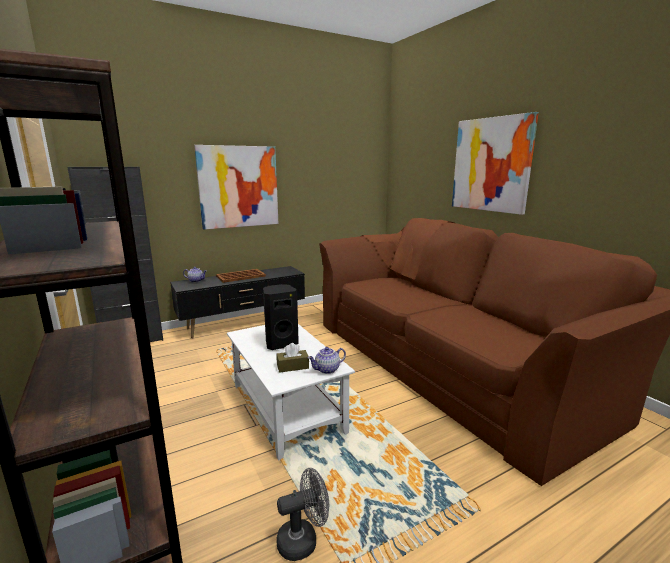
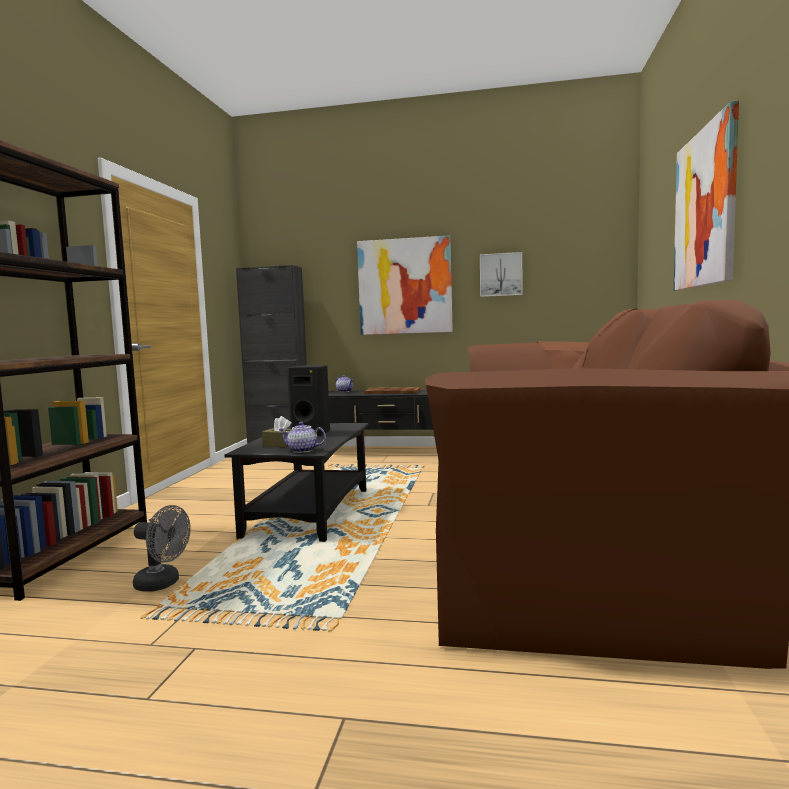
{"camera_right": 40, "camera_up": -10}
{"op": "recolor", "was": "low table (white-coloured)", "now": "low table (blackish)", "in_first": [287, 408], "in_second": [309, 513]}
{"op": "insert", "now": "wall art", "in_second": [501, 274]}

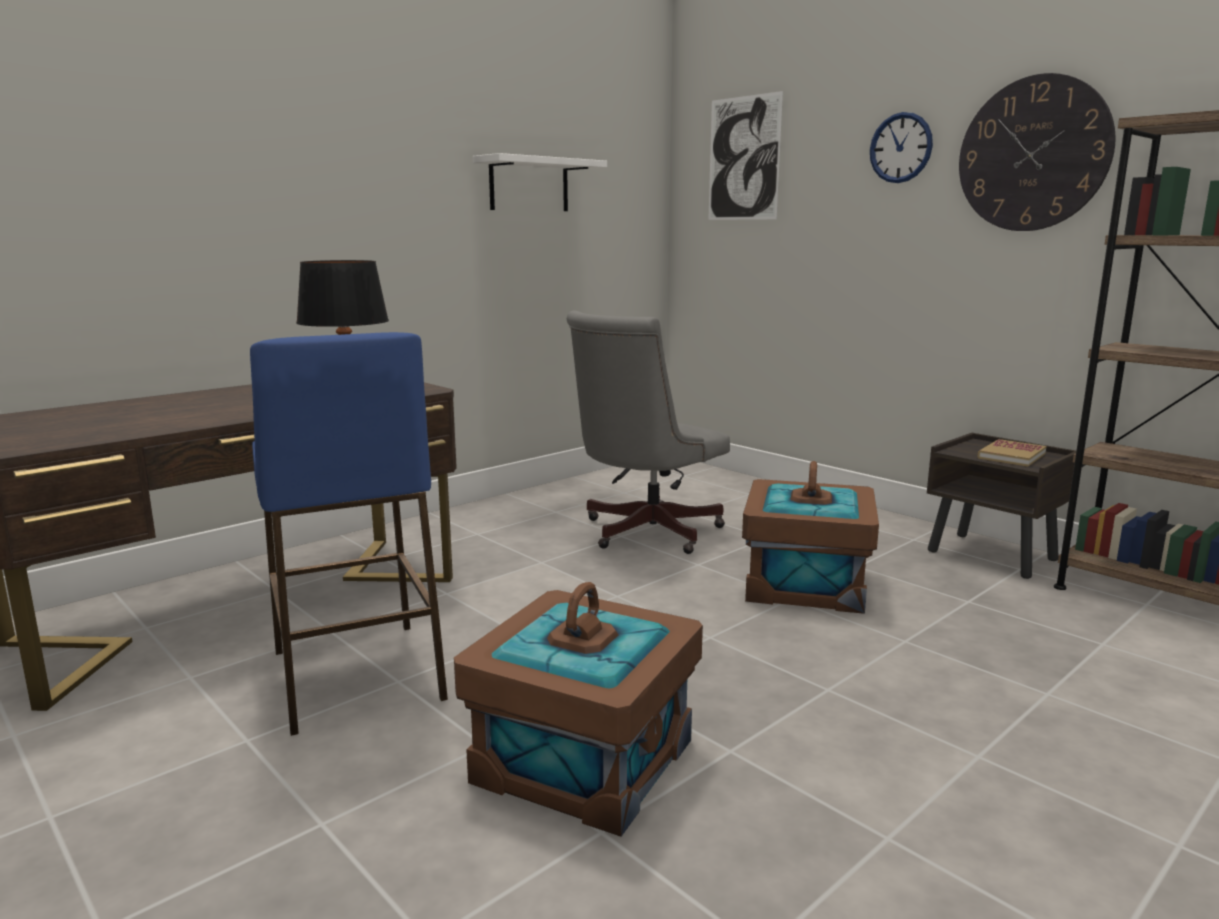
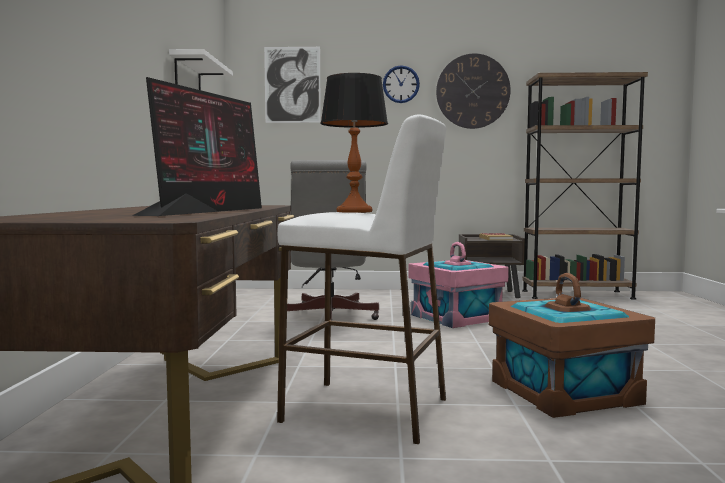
{"camera_right": -45, "camera_up": -10}
{"op": "recolor", "was": "stool (blue)", "now": "stool (white-coloured)", "in_first": [357, 675], "in_second": [367, 410]}
{"op": "recolor", "was": "storage box (brown-coloured)", "now": "storage box (pinkish)", "in_first": [806, 585], "in_second": [457, 317]}
{"op": "insert", "now": "monitor", "in_second": [210, 211]}

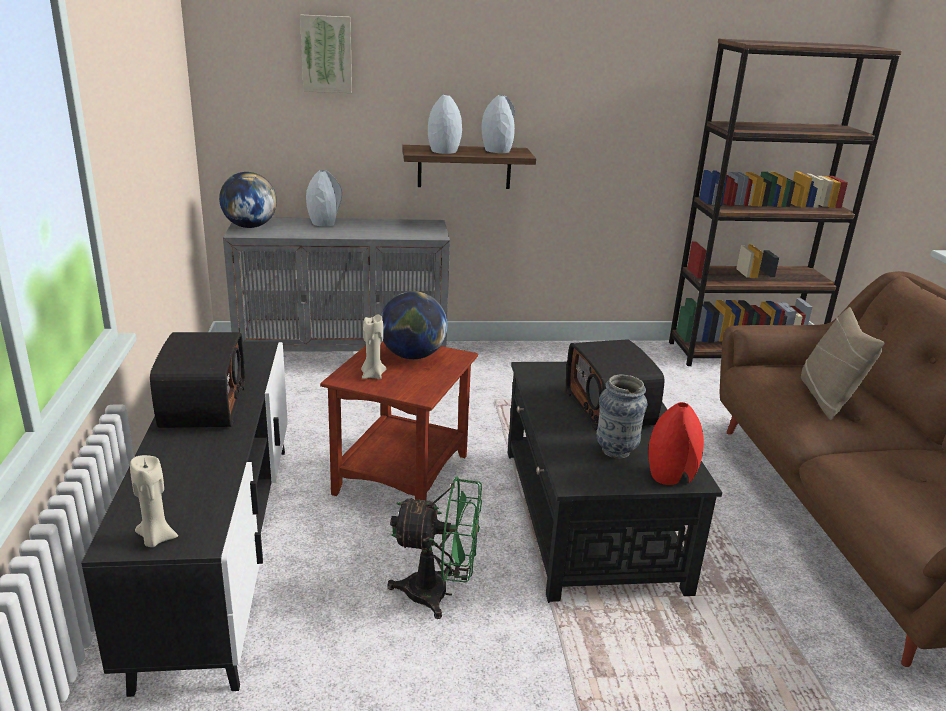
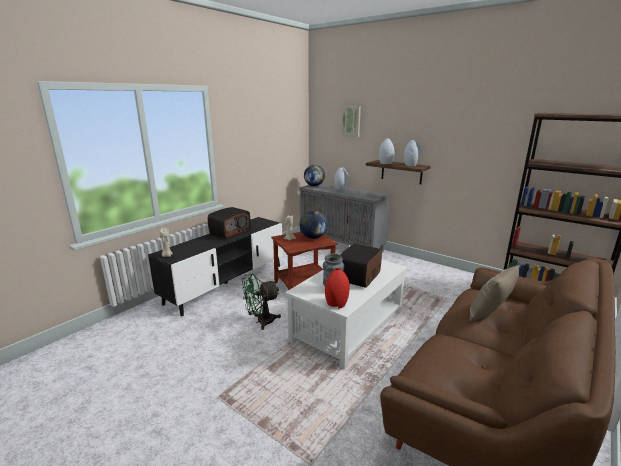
{"camera_right": 45, "camera_up": -5}
{"op": "recolor", "was": "low table (blackish)", "now": "low table (white-coloured)", "in_first": [589, 516], "in_second": [347, 326]}
{"op": "rotate", "was": "cooling fan (green-coloured)", "in_first": [438, 594], "in_second": [261, 321], "clockwise": 105}

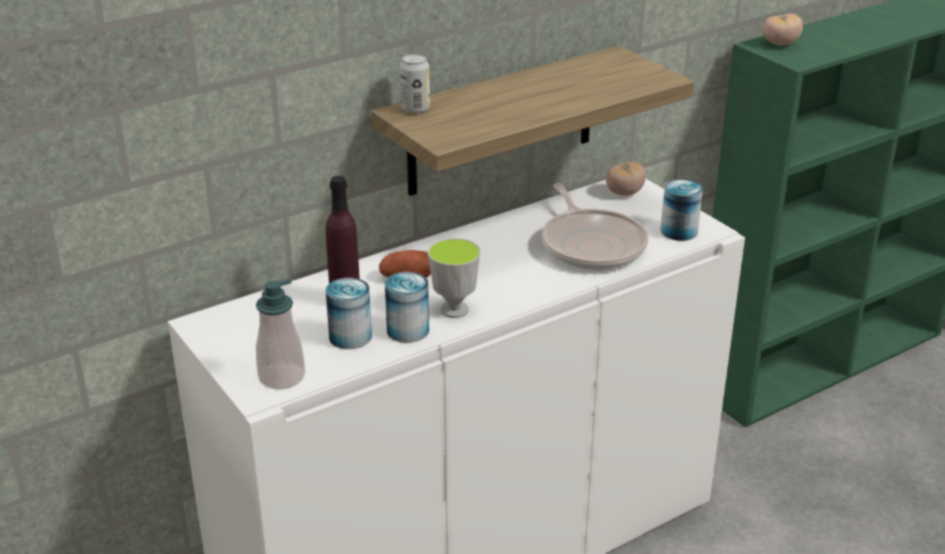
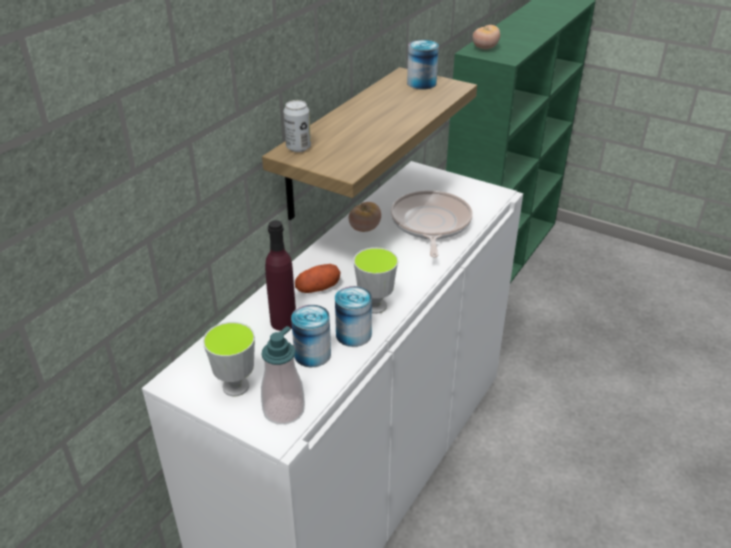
{"camera_right": -25, "camera_up": 5}
{"op": "move", "was": "whole tomato", "in_first": [624, 193], "in_second": [364, 229]}
{"op": "move", "was": "can", "in_first": [679, 231], "in_second": [421, 83]}
{"op": "rotate", "was": "pan", "in_first": [592, 244], "in_second": [430, 224], "clockwise": -135}
{"op": "insert", "now": "drinking cup", "in_second": [236, 386]}

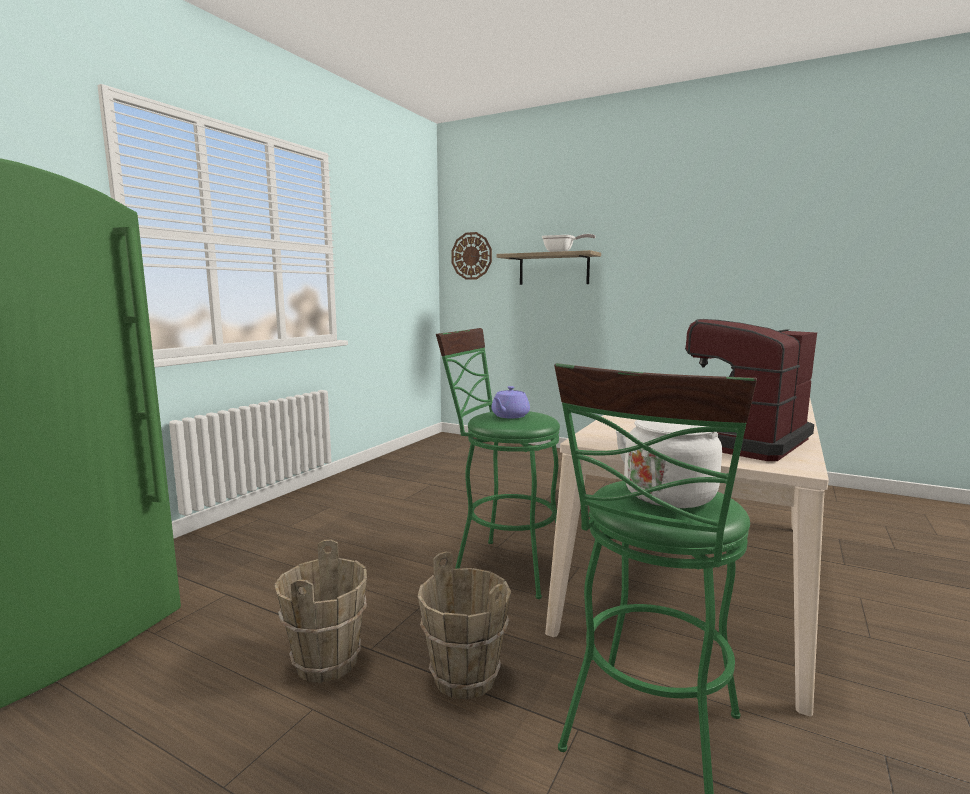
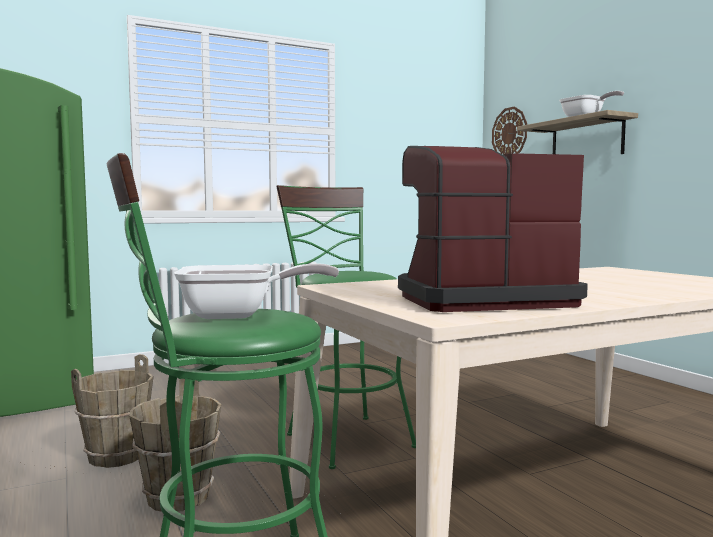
{"camera_right": 35, "camera_up": -5}
{"op": "delete", "was": "pot for tea (purple-coloured)", "in_first": [509, 416]}
{"op": "replace", "was": "tea kettle (white-coloured)", "now": "pan", "in_first": [671, 495], "in_second": [239, 315]}

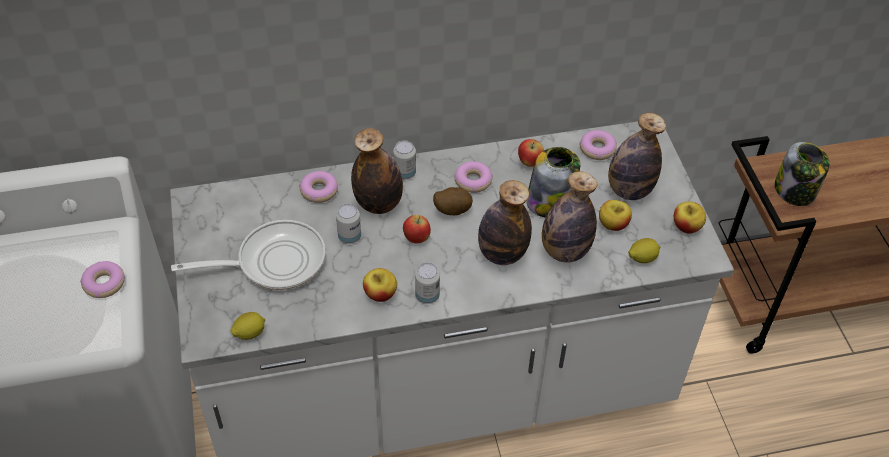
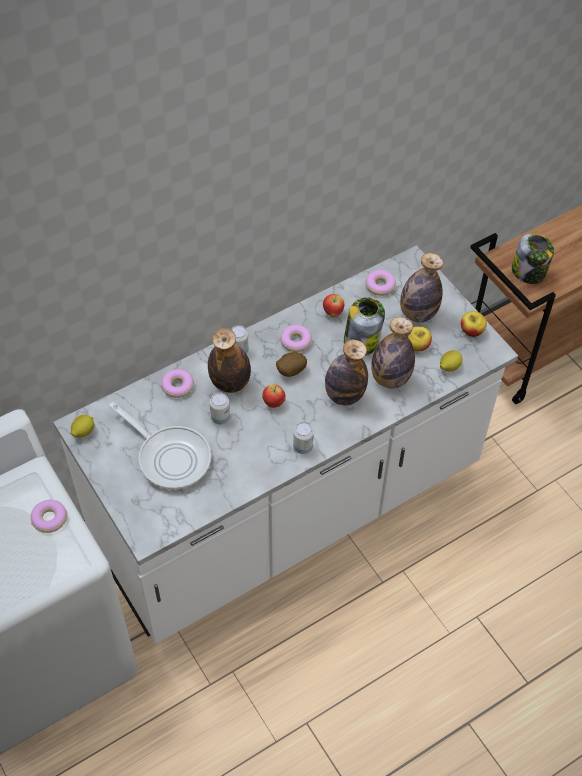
{"camera_right": -20, "camera_up": 5}
{"op": "rotate", "was": "pan", "in_first": [273, 262], "in_second": [170, 457], "clockwise": 75}
{"op": "delete", "was": "whole apple", "in_first": [380, 294]}
{"op": "move", "was": "whole lemon", "in_first": [249, 333], "in_second": [83, 431]}

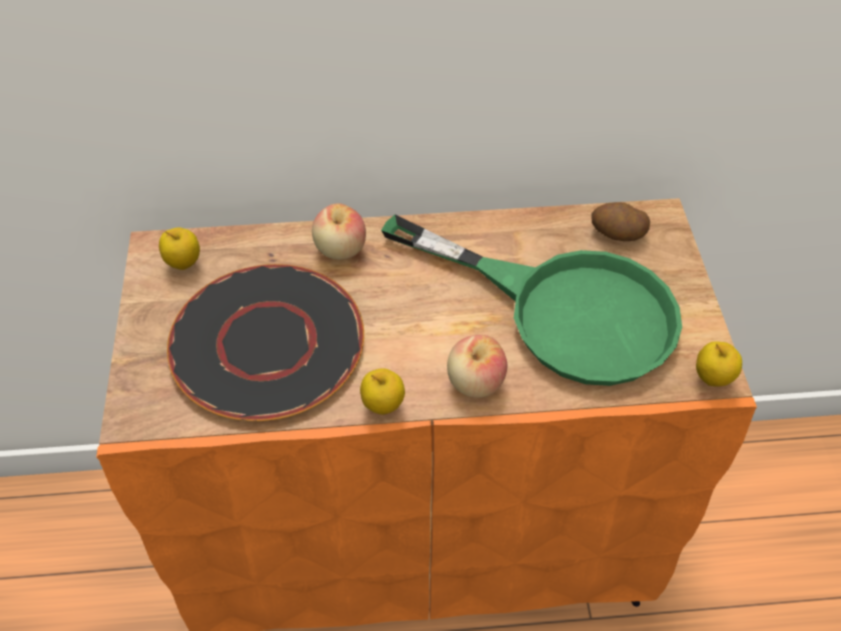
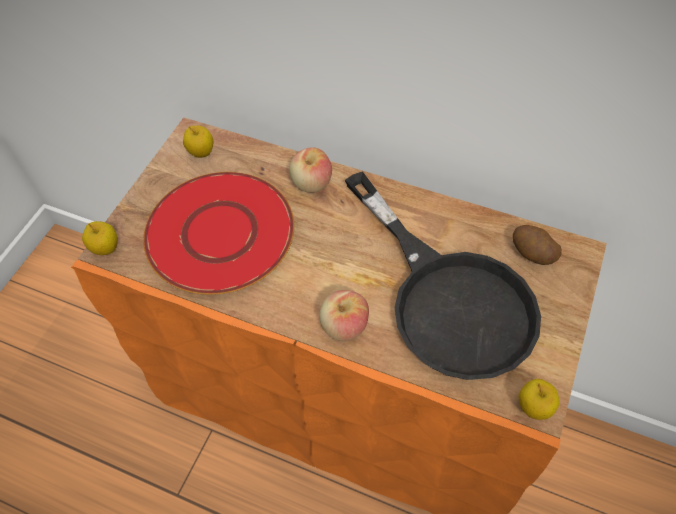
{"camera_right": 30, "camera_up": 5}
{"op": "recolor", "was": "pan (green-coloured)", "now": "pan (blackish)", "in_first": [563, 309], "in_second": [447, 297]}
{"op": "recolor", "was": "dinner plate (blackish)", "now": "dinner plate (red)", "in_first": [266, 343], "in_second": [219, 233]}
{"op": "move", "was": "whole apple", "in_first": [383, 406], "in_second": [106, 250]}

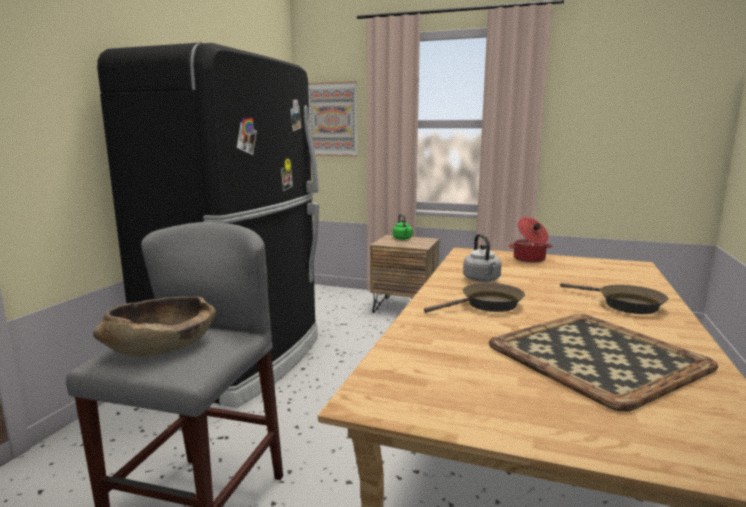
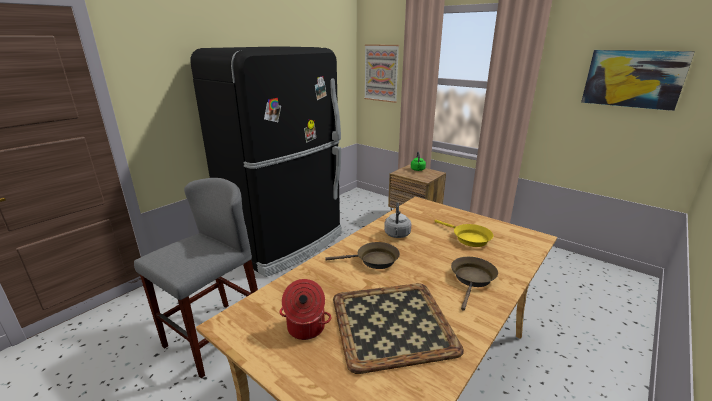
{"camera_right": 20, "camera_up": 10}
{"op": "move", "was": "cooking pot", "in_first": [529, 259], "in_second": [305, 328]}
{"op": "rotate", "was": "pan (brown-coloured)", "in_first": [624, 304], "in_second": [472, 279], "clockwise": -135}
{"op": "delete", "was": "deep dish (brown-coloured)", "in_first": [161, 347]}
{"op": "insert", "now": "wall art", "in_second": [633, 79]}
{"op": "insert", "now": "pan (yellow)", "in_second": [468, 238]}

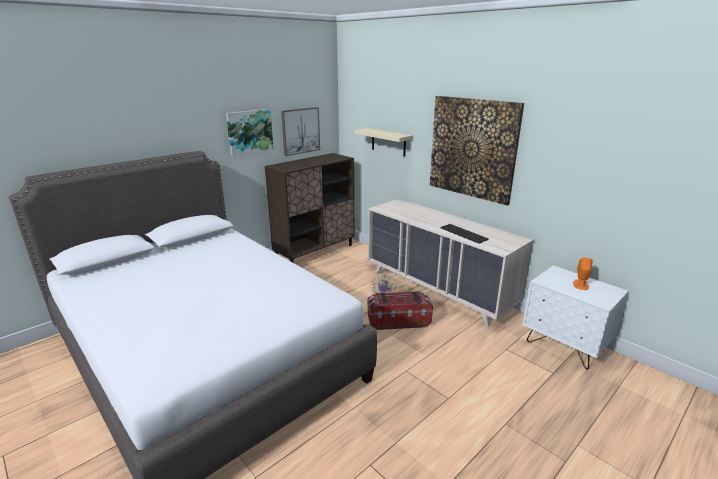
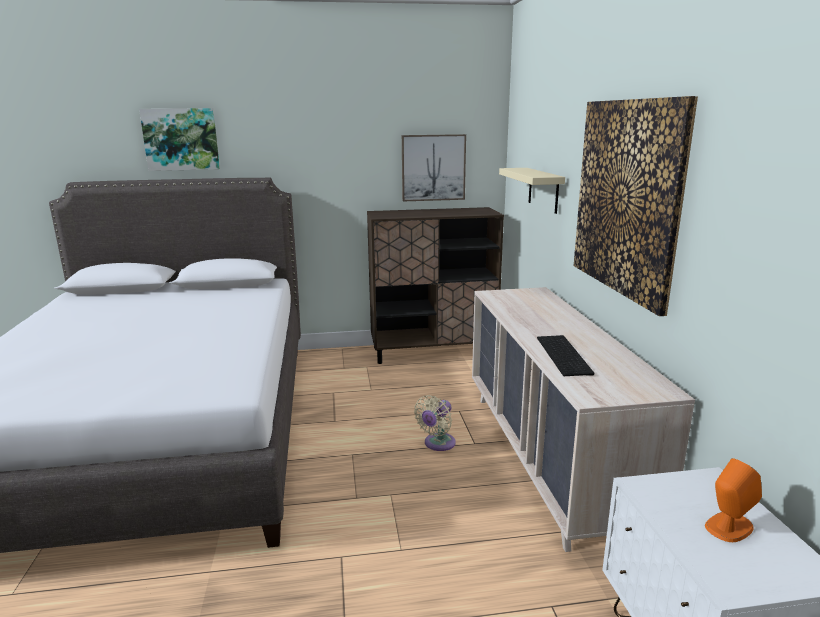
{"camera_right": 35, "camera_up": -5}
{"op": "move", "was": "wall art", "in_first": [249, 131], "in_second": [181, 139]}
{"op": "delete", "was": "storage box", "in_first": [398, 321]}

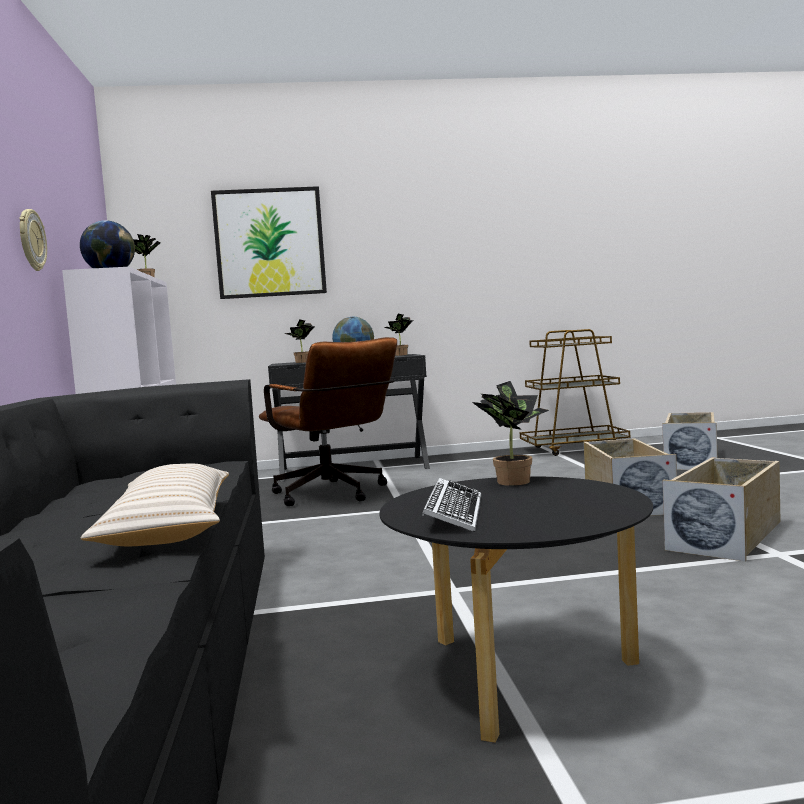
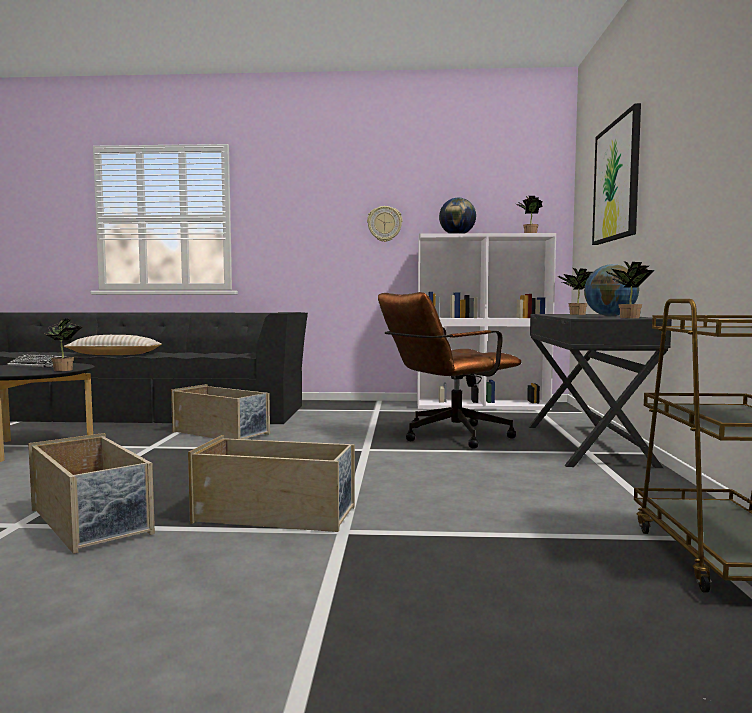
{"camera_right": 100, "camera_up": 0}
{"op": "move", "was": "storage box (sand-coloured)", "in_first": [691, 460], "in_second": [222, 433]}

